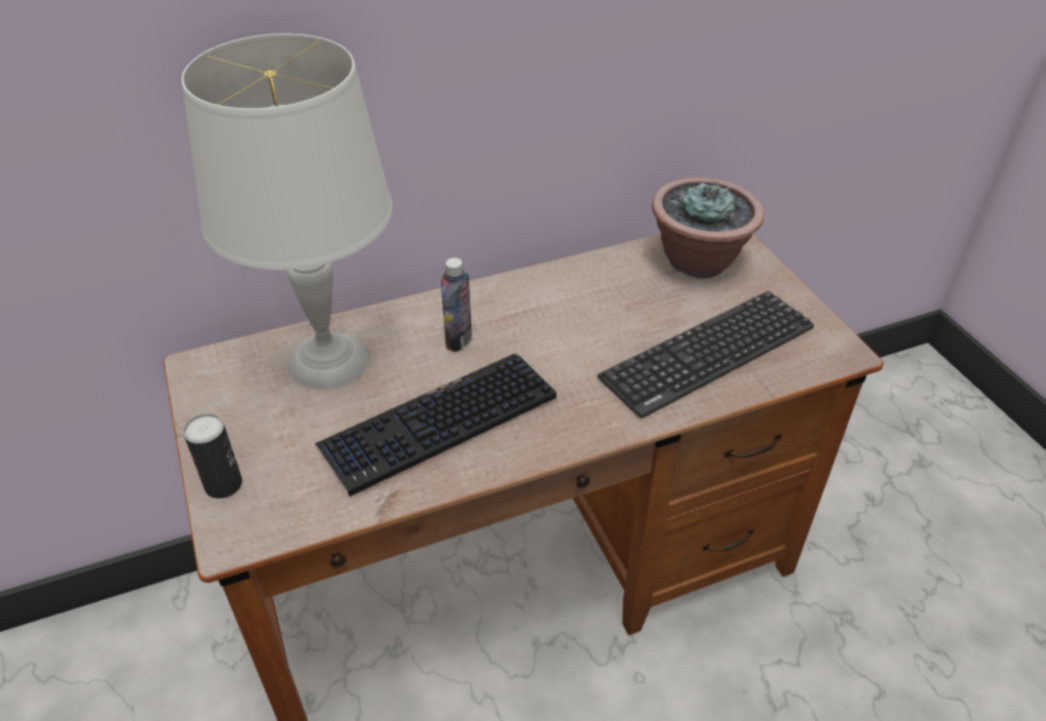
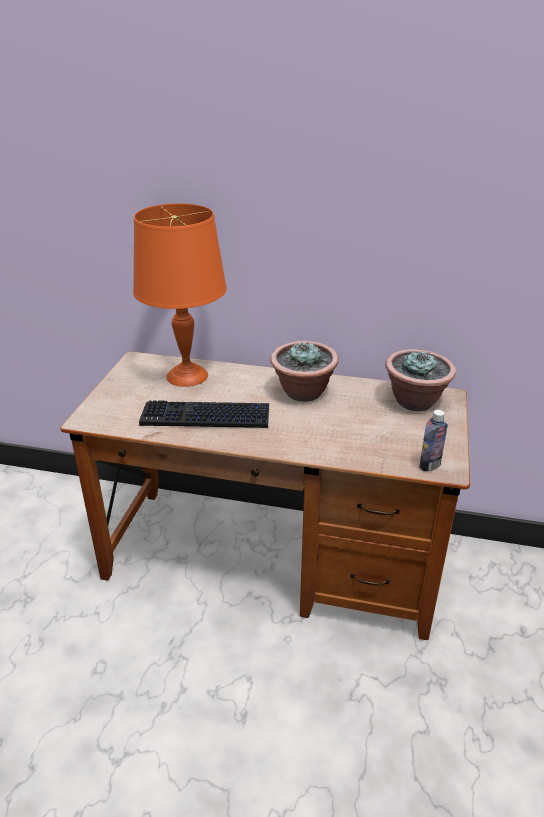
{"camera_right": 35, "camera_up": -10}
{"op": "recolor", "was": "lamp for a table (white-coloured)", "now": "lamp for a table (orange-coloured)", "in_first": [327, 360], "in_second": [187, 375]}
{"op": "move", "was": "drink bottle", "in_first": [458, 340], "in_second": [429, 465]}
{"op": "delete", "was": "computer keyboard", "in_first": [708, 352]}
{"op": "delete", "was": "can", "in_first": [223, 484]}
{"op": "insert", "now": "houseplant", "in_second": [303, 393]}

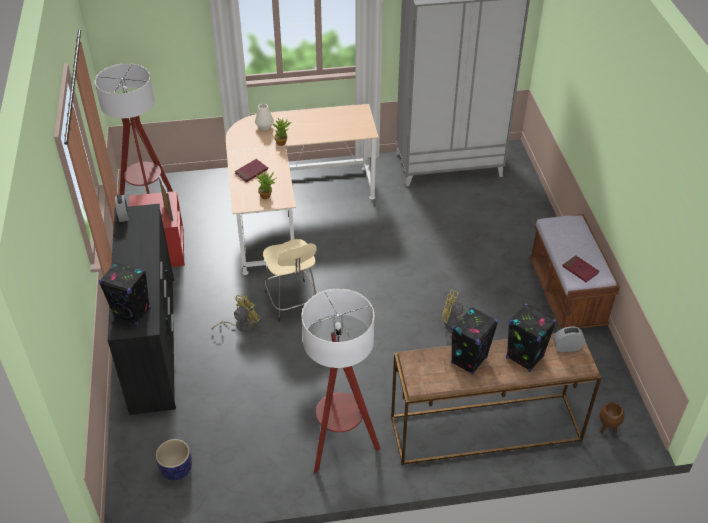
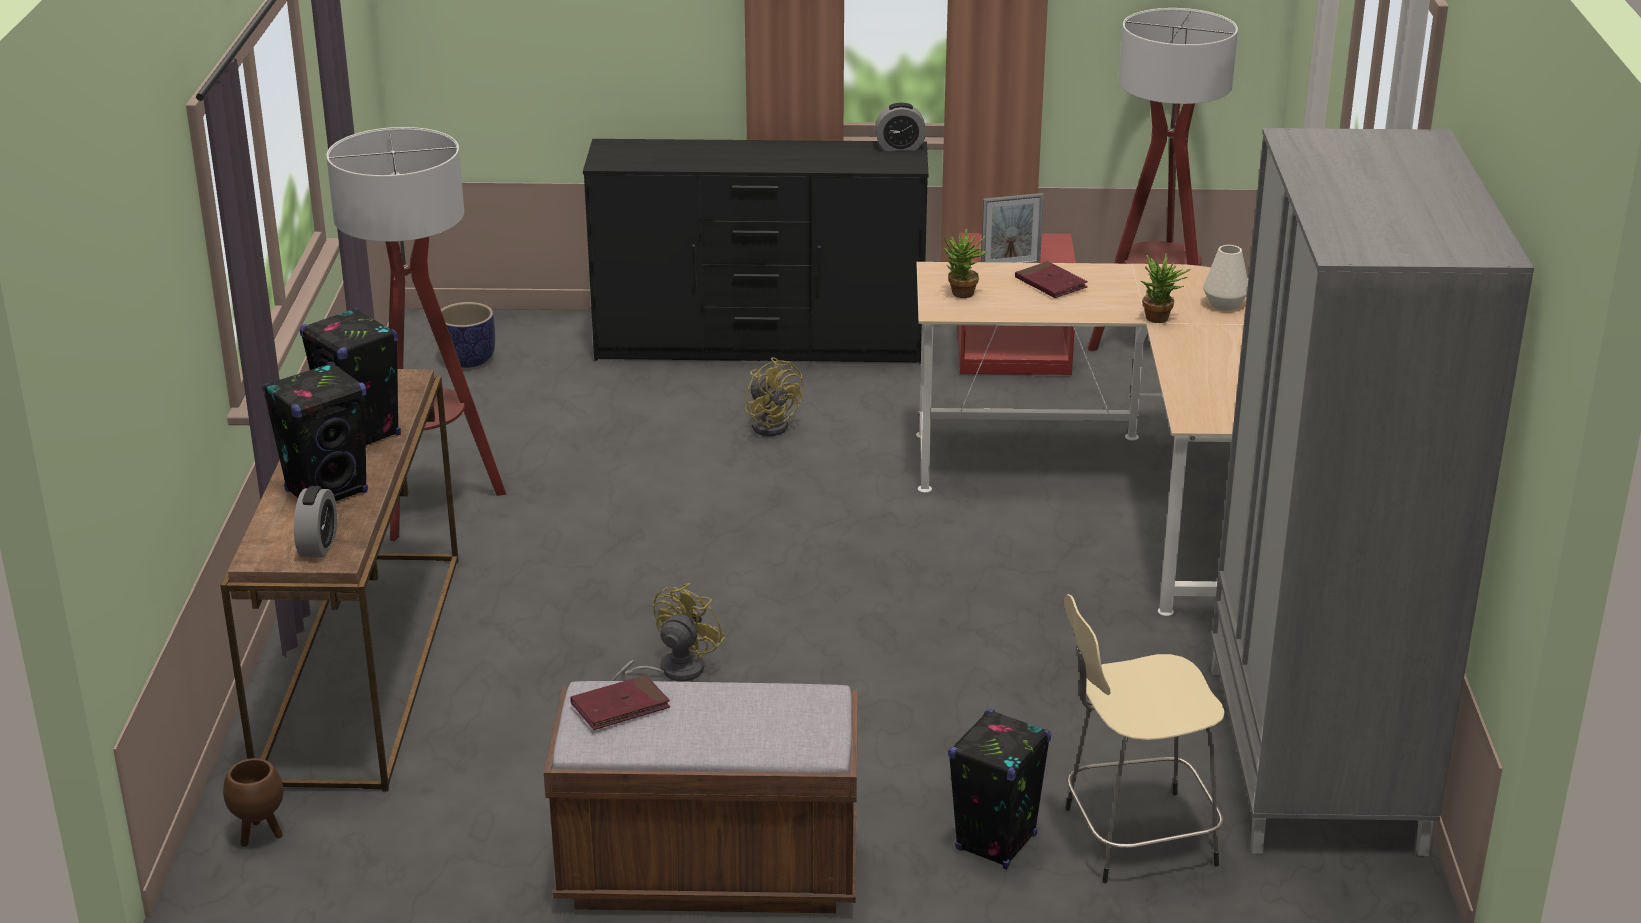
{"camera_right": 100, "camera_up": -15}
{"op": "move", "was": "stool (sand-coloured)", "in_first": [292, 302], "in_second": [1134, 837]}
{"op": "move", "was": "loudspeaker (blackish)", "in_first": [132, 313], "in_second": [996, 843]}

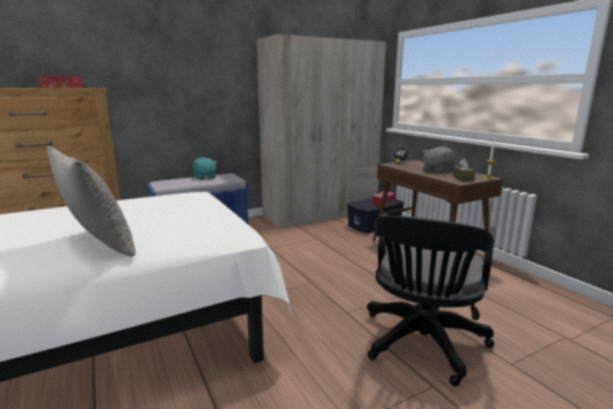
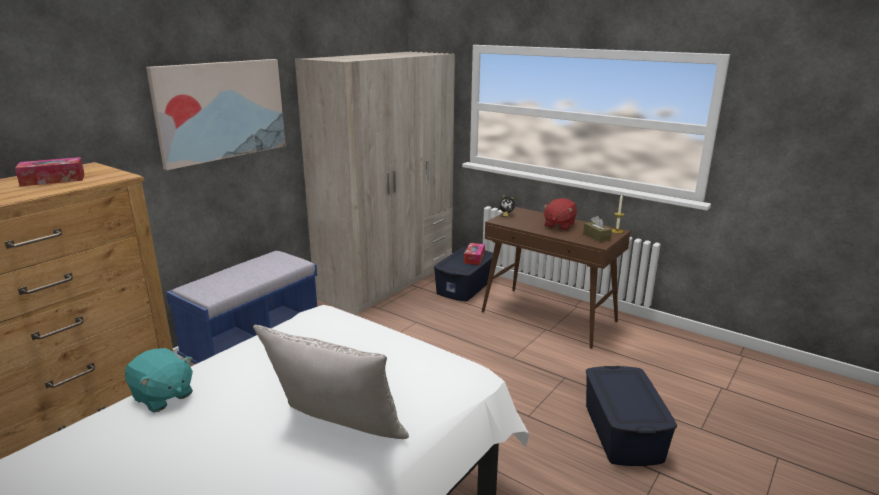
{"camera_right": -25, "camera_up": 5}
{"op": "recolor", "was": "soft toy (greyish)", "now": "soft toy (red)", "in_first": [437, 170], "in_second": [559, 225]}
{"op": "move", "was": "soft toy (turquoise-coloured)", "in_first": [204, 177], "in_second": [162, 397]}
{"op": "replace", "was": "computer chair (blackish)", "now": "storage box (blue)", "in_first": [422, 345], "in_second": [622, 432]}
{"op": "insert", "now": "wall art", "in_second": [221, 110]}

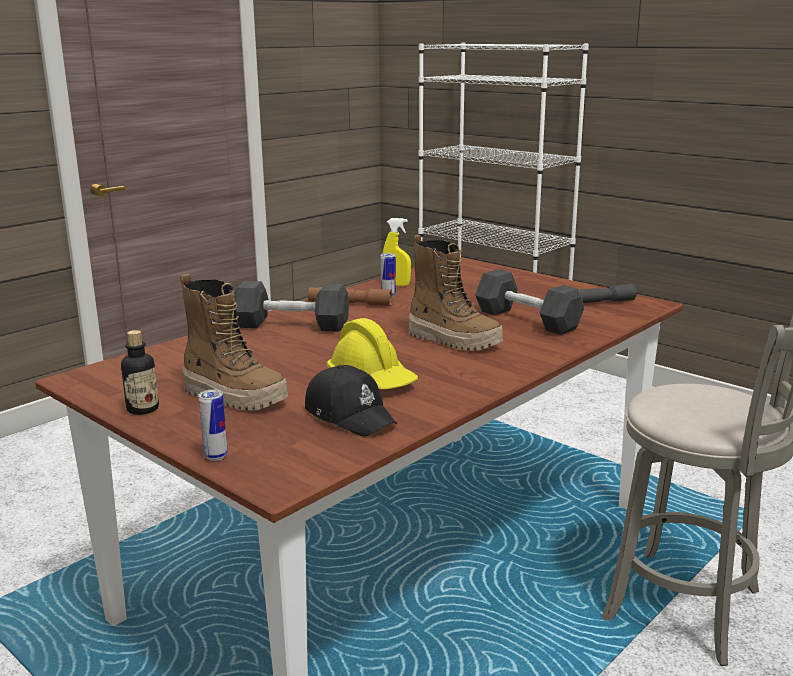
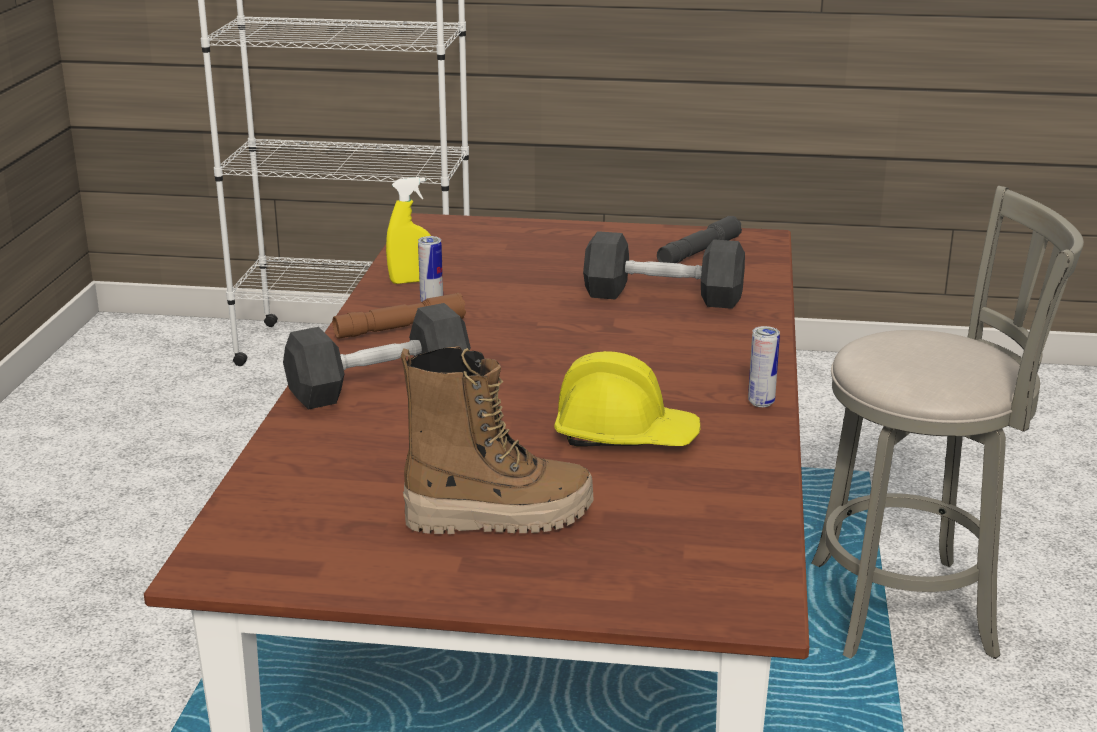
{"camera_right": -35, "camera_up": 5}
{"op": "delete", "was": "boot", "in_first": [454, 341]}
{"op": "delete", "was": "drink bottle", "in_first": [143, 409]}
{"op": "delete", "was": "peaked cap (blackish)", "in_first": [350, 415]}
{"op": "move", "was": "can", "in_first": [216, 456], "in_second": [761, 402]}

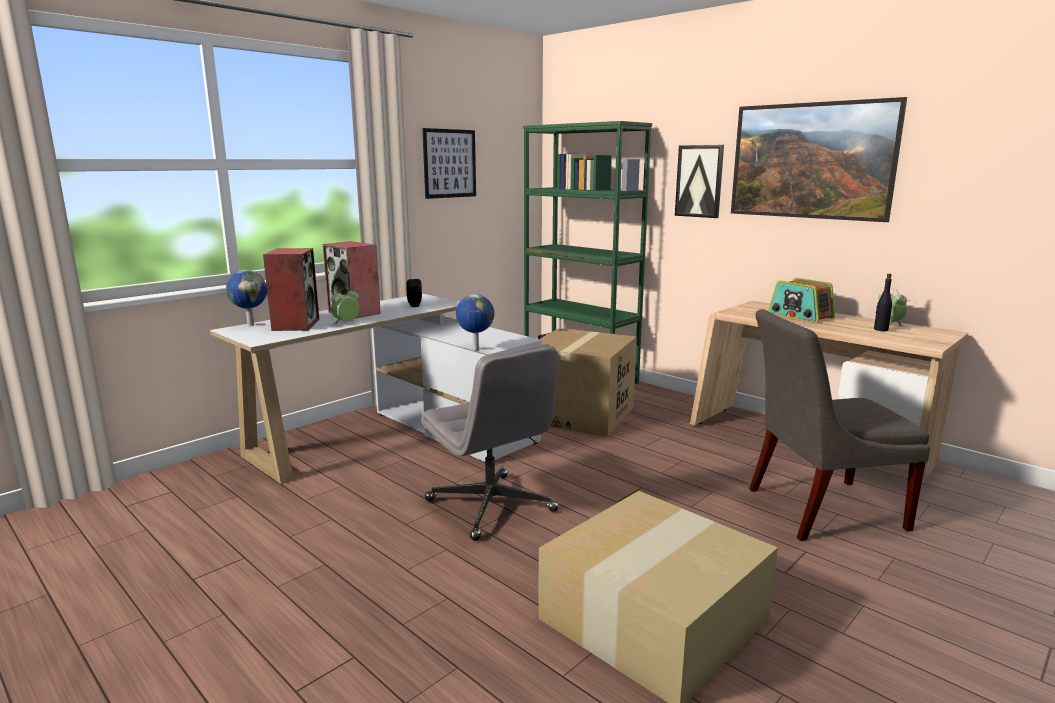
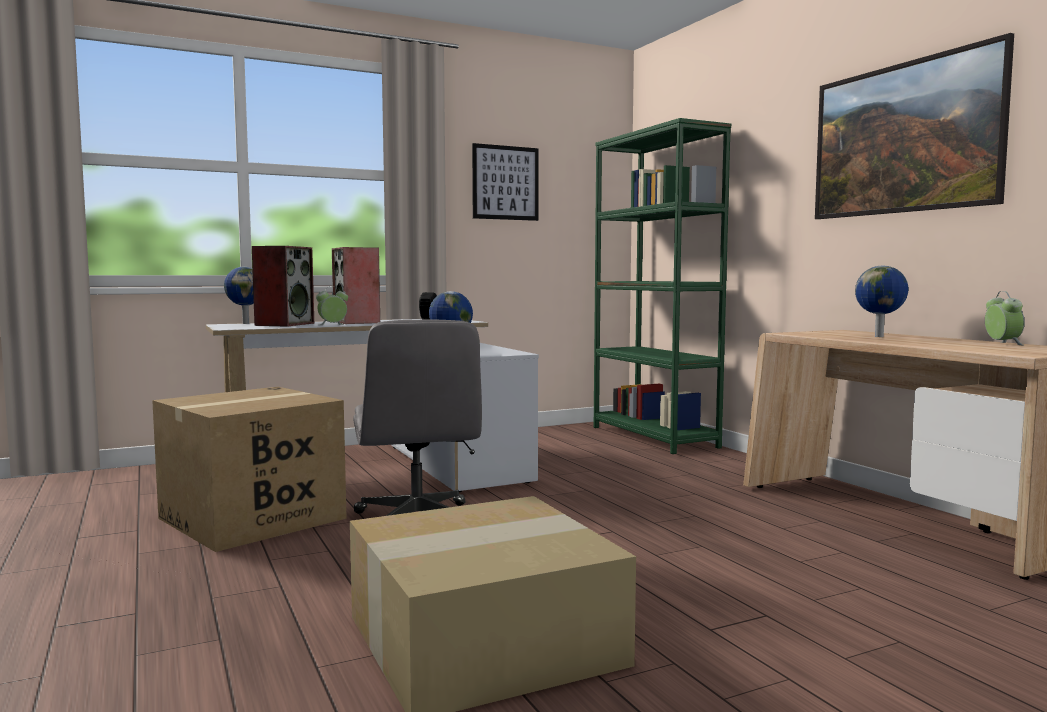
{"camera_right": 20, "camera_up": -10}
{"op": "delete", "was": "wall art", "in_first": [699, 181]}
{"op": "delete", "was": "drink bottle (blackish)", "in_first": [880, 329]}
{"op": "replace", "was": "radio", "now": "desk globe", "in_first": [800, 316], "in_second": [880, 336]}
{"op": "delete", "was": "plain chair (greyish)", "in_first": [818, 509]}
{"op": "move", "was": "cardboard box", "in_first": [581, 415], "in_second": [252, 518]}

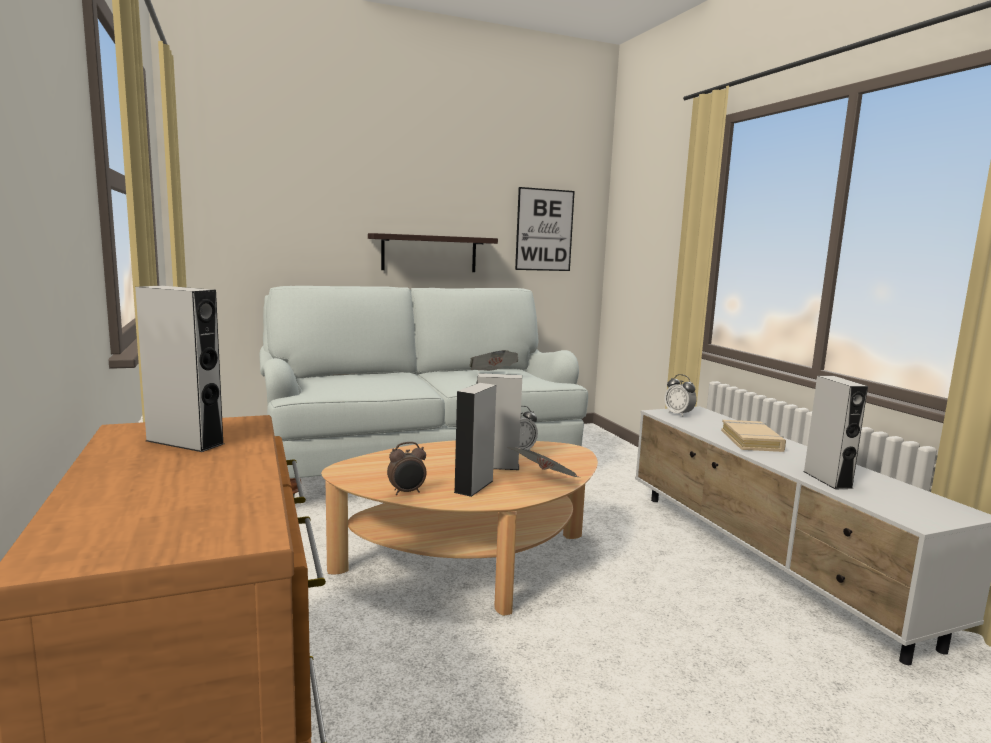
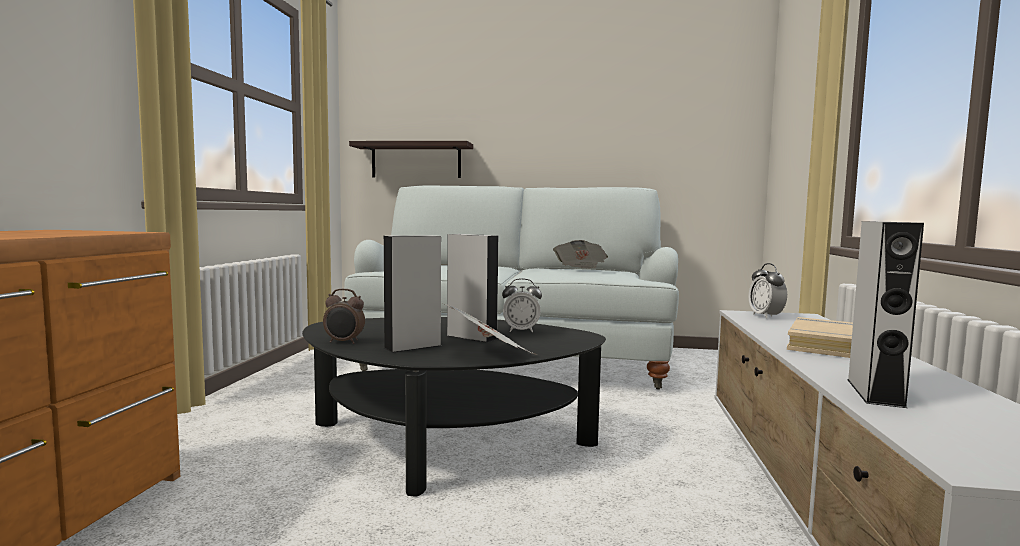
{"camera_right": 30, "camera_up": -5}
{"op": "delete", "was": "wall art", "in_first": [544, 230]}
{"op": "move", "was": "wall shelf", "in_first": [429, 253], "in_second": [416, 161]}
{"op": "delete", "was": "loudspeaker (greyish)", "in_first": [185, 442]}
{"op": "recolor", "was": "low table (sand-coloured)", "now": "low table (blackish)", "in_first": [470, 562], "in_second": [446, 443]}

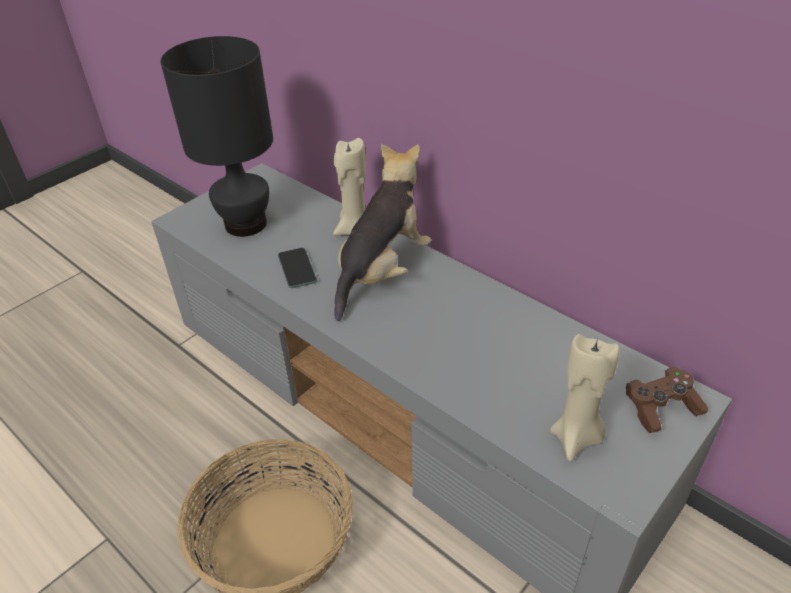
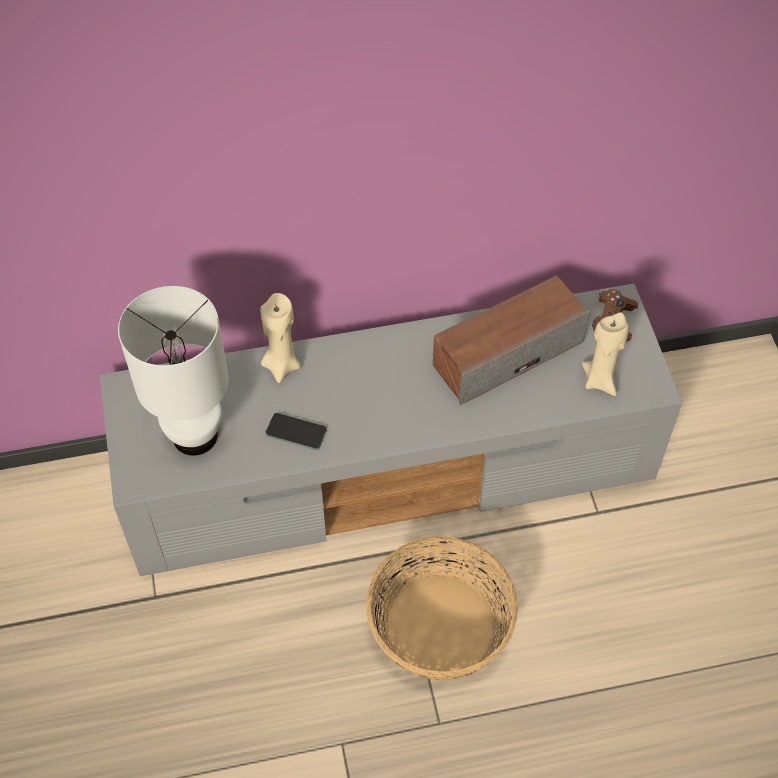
{"camera_right": -55, "camera_up": 15}
{"op": "recolor", "was": "lamp for a table (blackish)", "now": "lamp for a table (white-coloured)", "in_first": [244, 224], "in_second": [194, 437]}
{"op": "delete", "was": "soft toy", "in_first": [382, 272]}
{"op": "insert", "now": "loudspeaker", "in_second": [507, 353]}

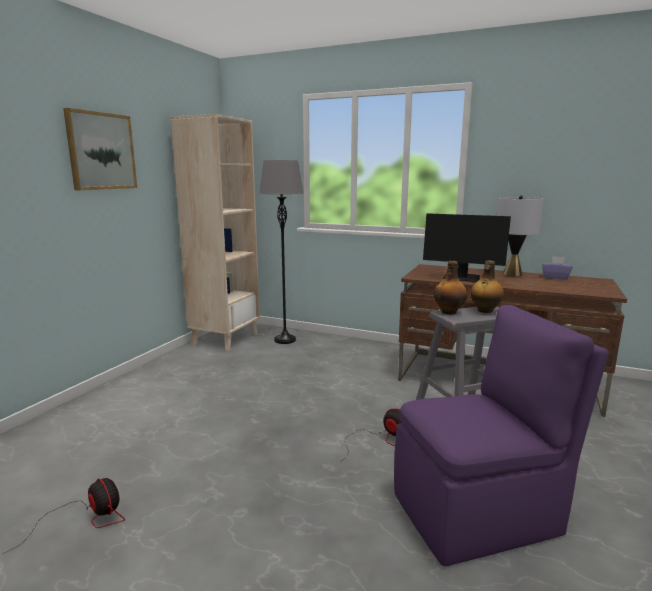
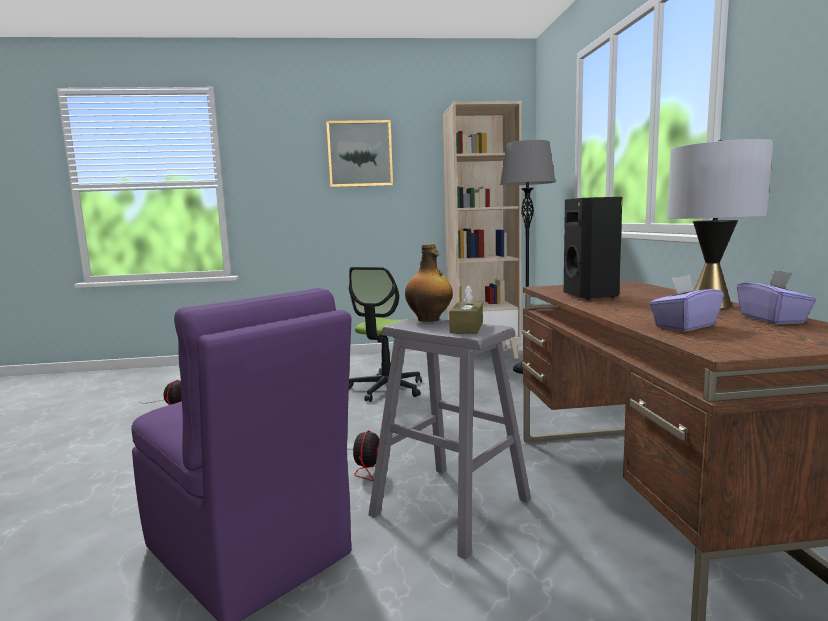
{"camera_right": 60, "camera_up": -5}
{"op": "replace", "was": "monitor", "now": "loudspeaker (blackish)", "in_first": [461, 278], "in_second": [592, 296]}
{"op": "replace", "was": "drink bottle", "now": "box of tissues (brown-coloured)", "in_first": [484, 311], "in_second": [467, 328]}
{"op": "insert", "now": "computer chair", "in_second": [386, 389]}
{"op": "insert", "now": "box of tissues (purple-coloured)", "in_second": [684, 326]}

